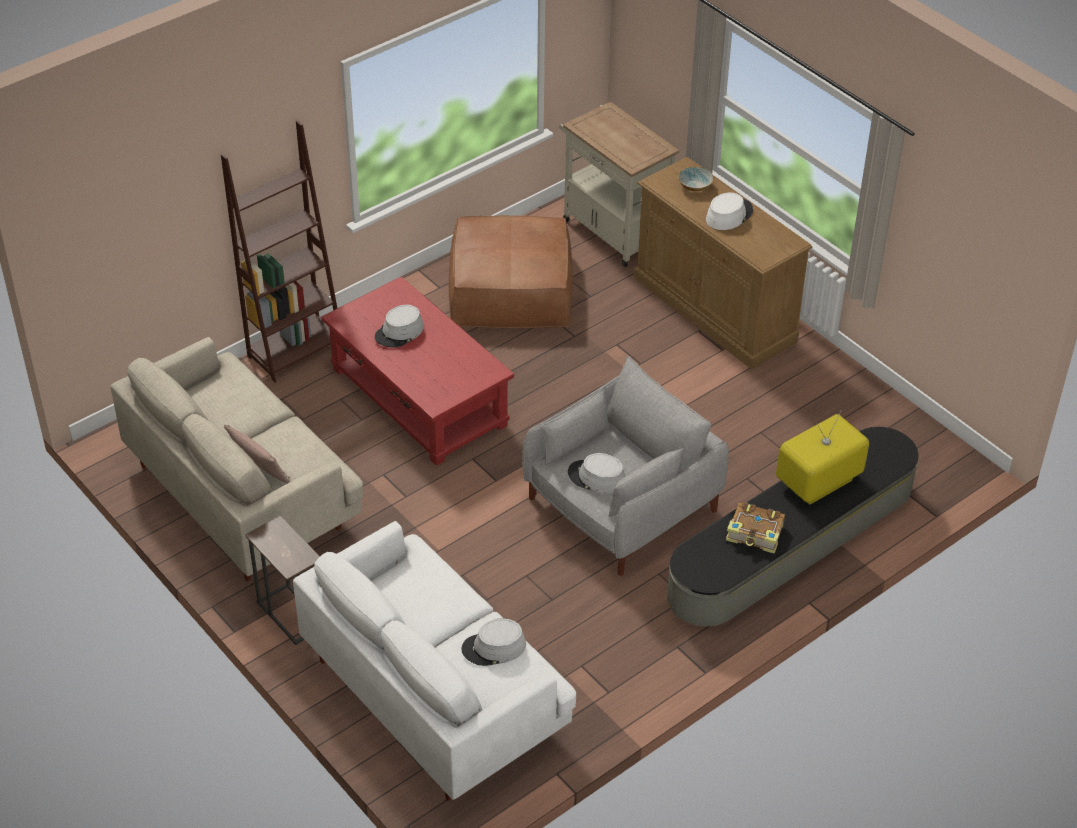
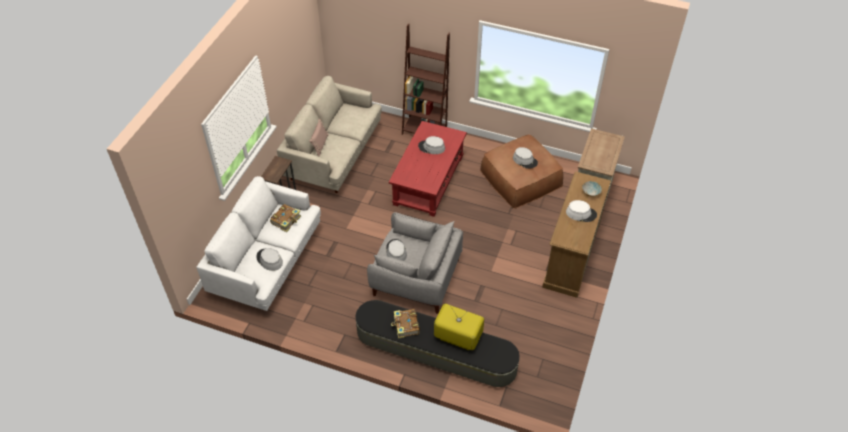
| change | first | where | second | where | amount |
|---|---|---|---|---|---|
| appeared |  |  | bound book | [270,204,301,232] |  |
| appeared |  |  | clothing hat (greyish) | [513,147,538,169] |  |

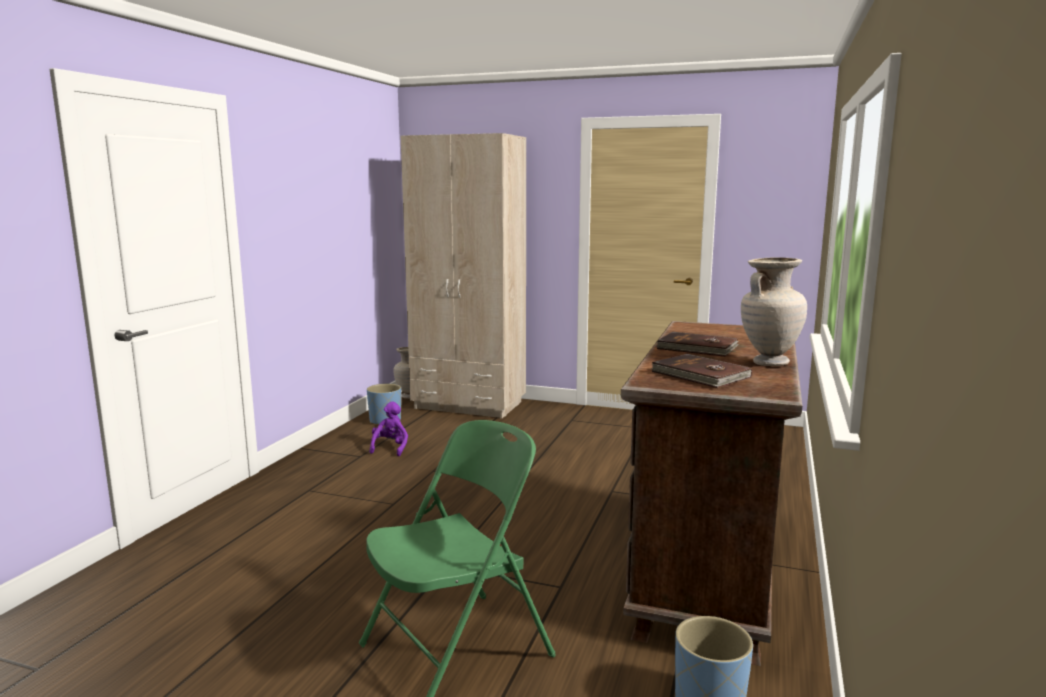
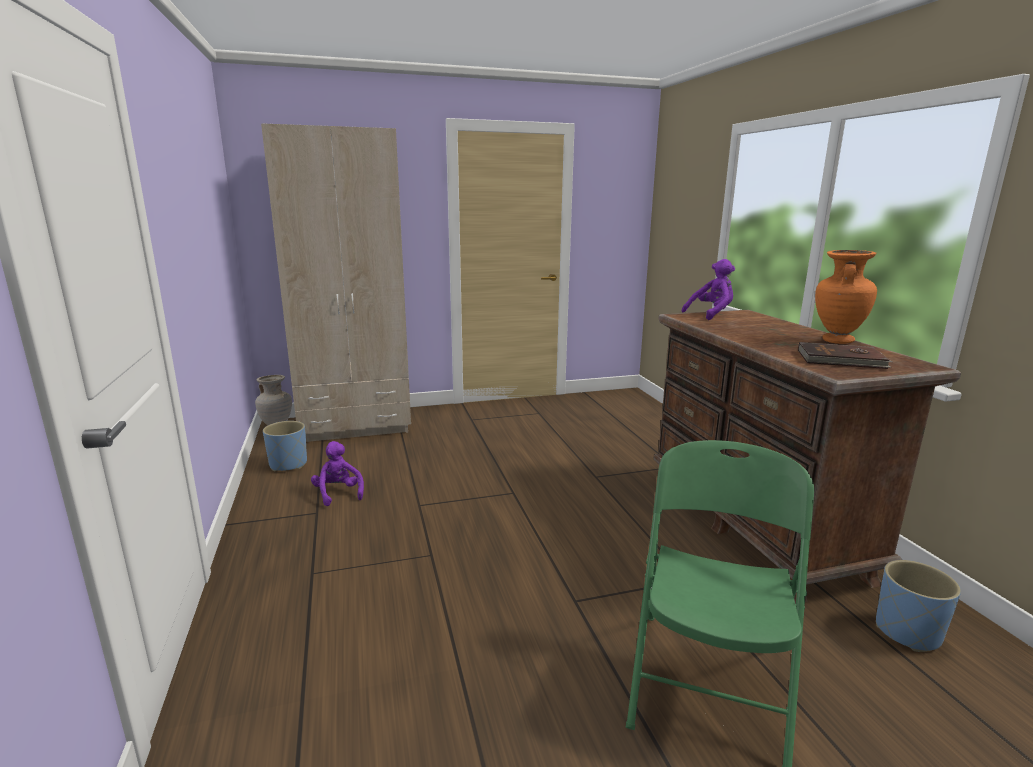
| change | first | where | second | where | amount |
|---|---|---|---|---|---|
| missing | bound book (brownish) | [656,332,739,357] |  |  |  |
| colour | flower vase (sand-coloured) | [741,257,807,366] | flower vase (orangey) | [815,250,877,344] |  |
| appeared |  |  | cuddly toy (purplish) | [682,259,735,320] |  |

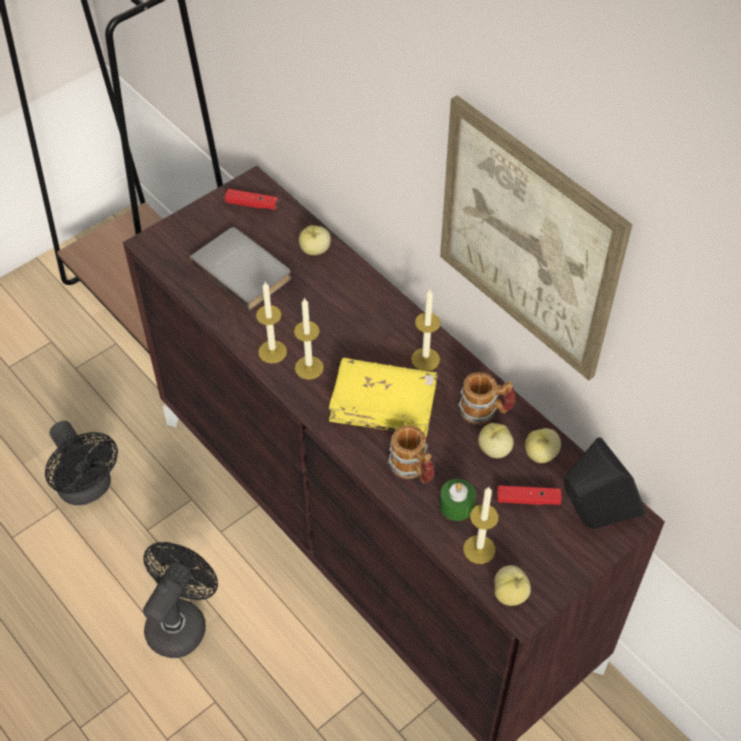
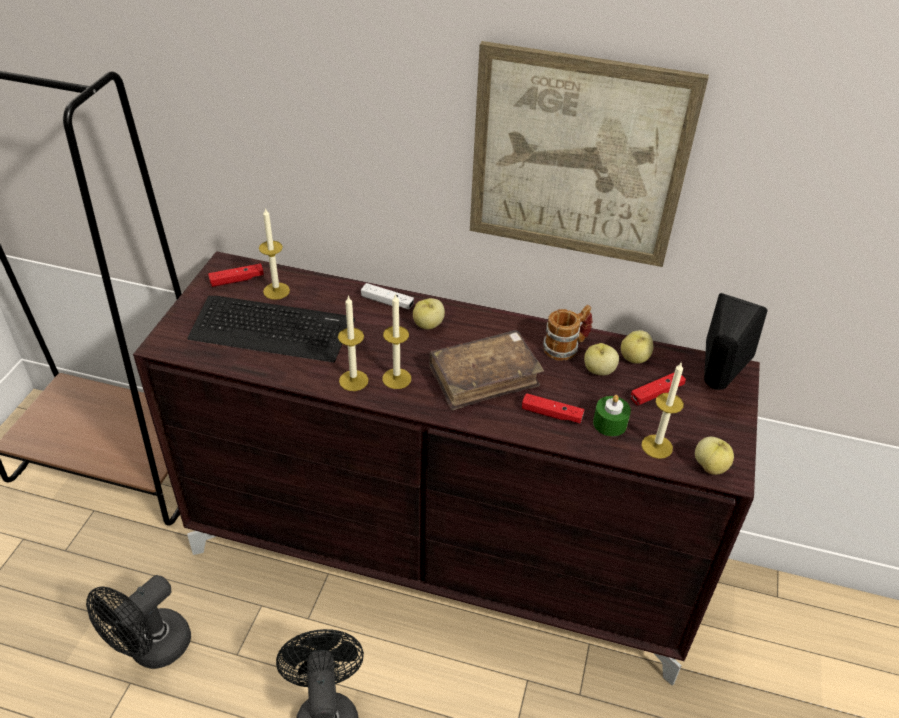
| change | first | where | second | where | amount |
|---|---|---|---|---|---|
| spun | electric fan (black) | [45,421,118,505] |  | [86,575,191,669] | 105 degrees clockwise |
| exchanged | bound book (greyish) | [190,227,291,310] | computer keyboard | [187,296,355,363] |  |
| relocated | apple fruit | [299,225,331,255] |  | [413,298,445,329] |  |
| colour | bound book (yellowish) | [329,357,438,437] | bound book (brownish) | [429,330,544,410] |  |
| exchanged | coffee mug | [388,425,434,483] | game controller (red) | [522,393,584,423] |  |
| relocated | wax candle | [411,290,441,371] |  | [259,208,290,300] |  |
| appeared |  |  | game controller (white-coloured) | [361,283,414,309] |  |

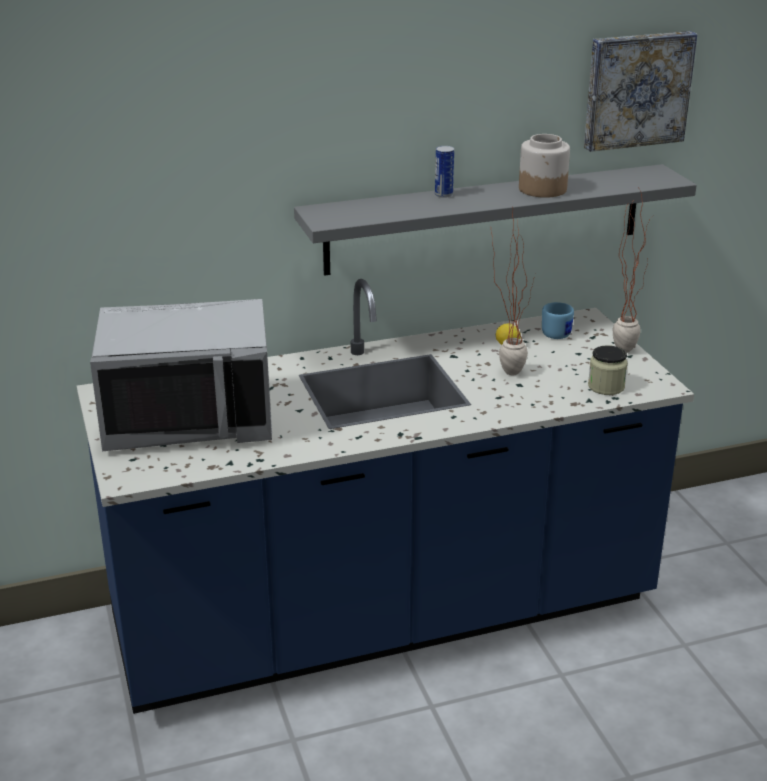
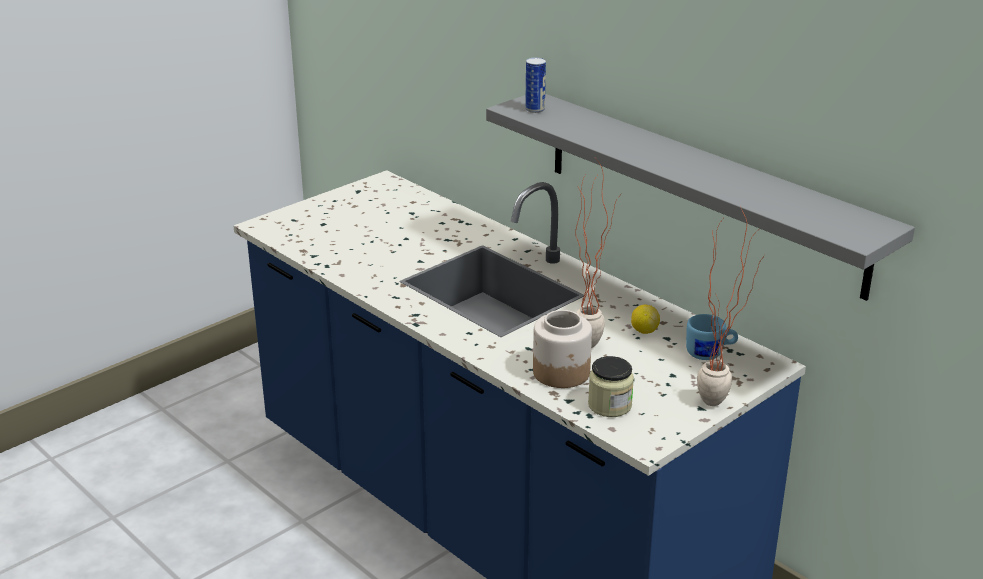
| change | first | where | second | where | amount |
|---|---|---|---|---|---|
| missing | microwave (greyish) | [90,299,272,451] |  |  |  |
| relocated | metal can | [435,146,454,198] |  | [525,57,546,113] |  |
| relocated | preserve jar | [519,134,570,198] |  | [533,310,592,388] |  |
| missing | wall picture | [584,31,697,152] |  |  |  |

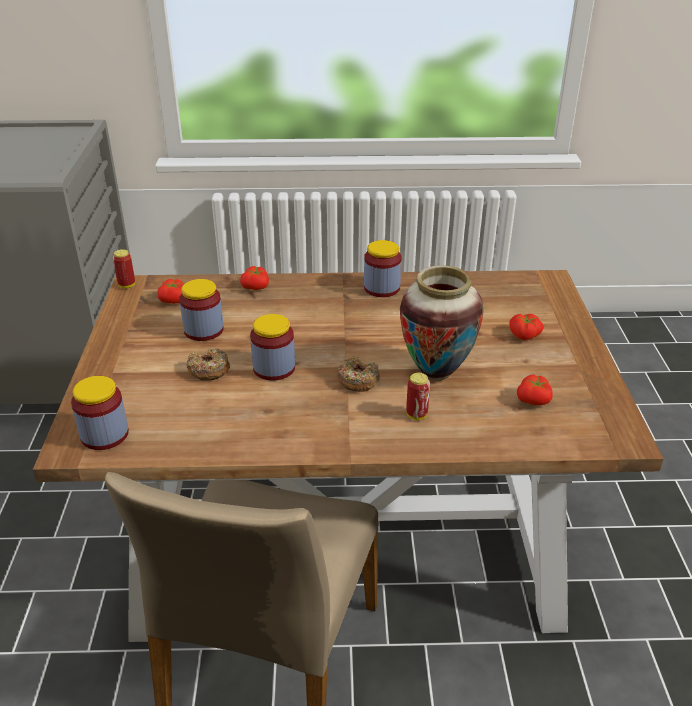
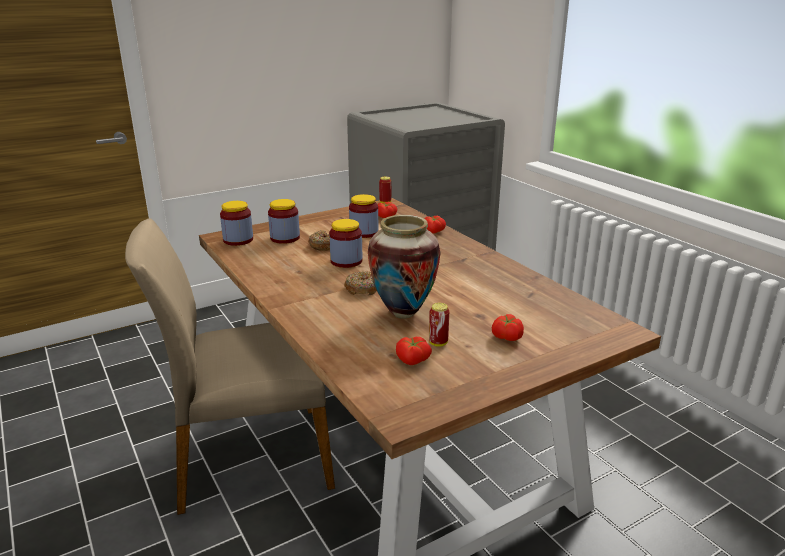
| change | first | where | second | where | amount |
|---|---|---|---|---|---|
| relocated | preserve jar | [364,240,401,297] |  | [268,199,300,244] |  |
| relocated | metal can | [406,373,430,420] |  | [429,303,449,347] |  |

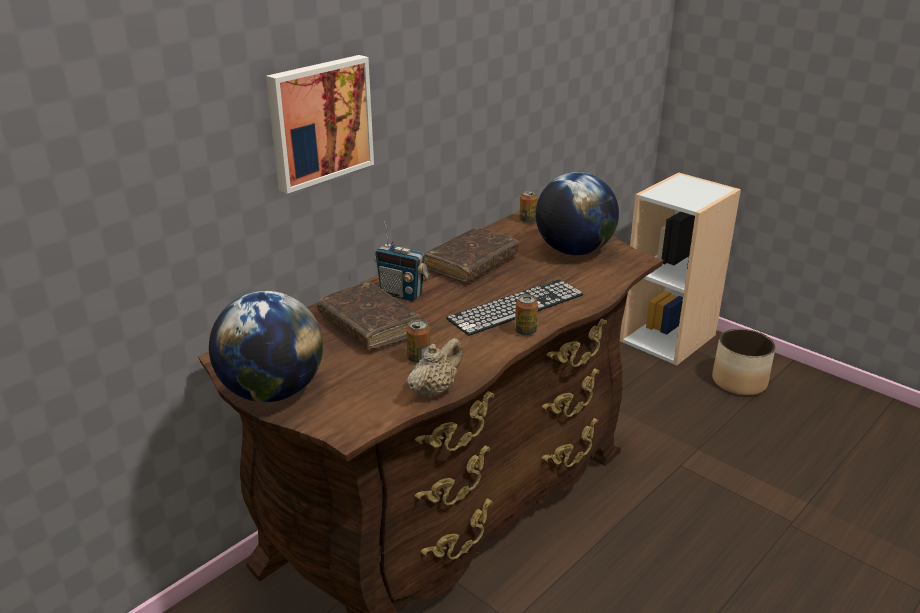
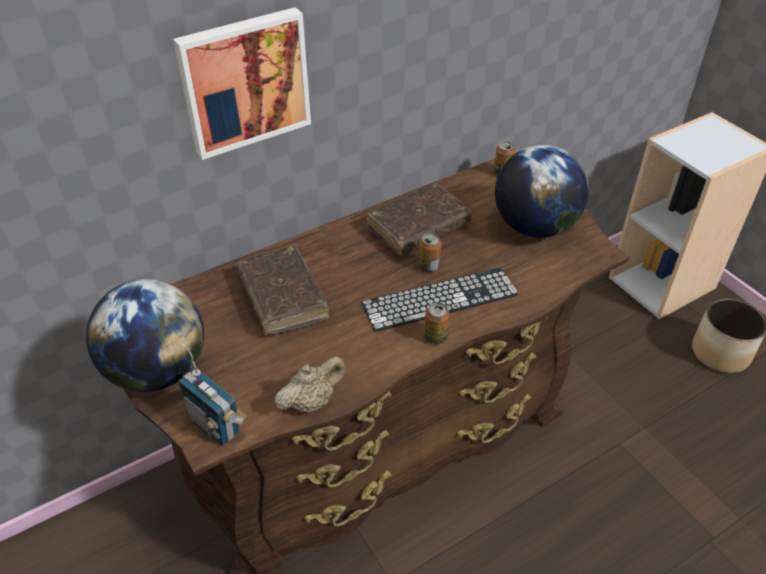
| change | first | where | second | where | amount |
|---|---|---|---|---|---|
| relocated | radio receiver | [374,221,429,301] |  | [178,348,246,446] |  |
| relocated | metal can | [406,319,430,363] |  | [418,233,441,272] |  |

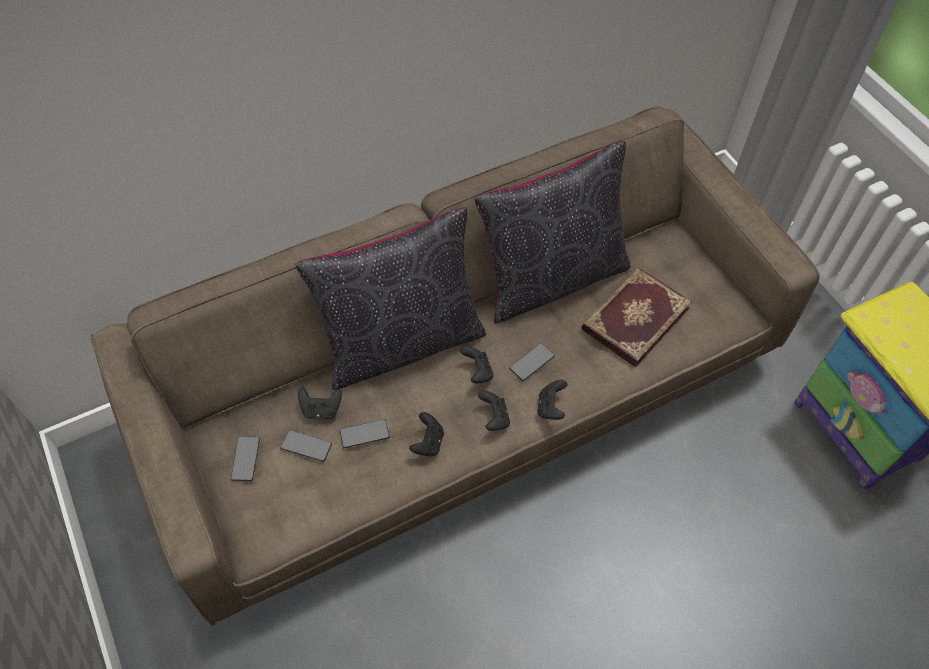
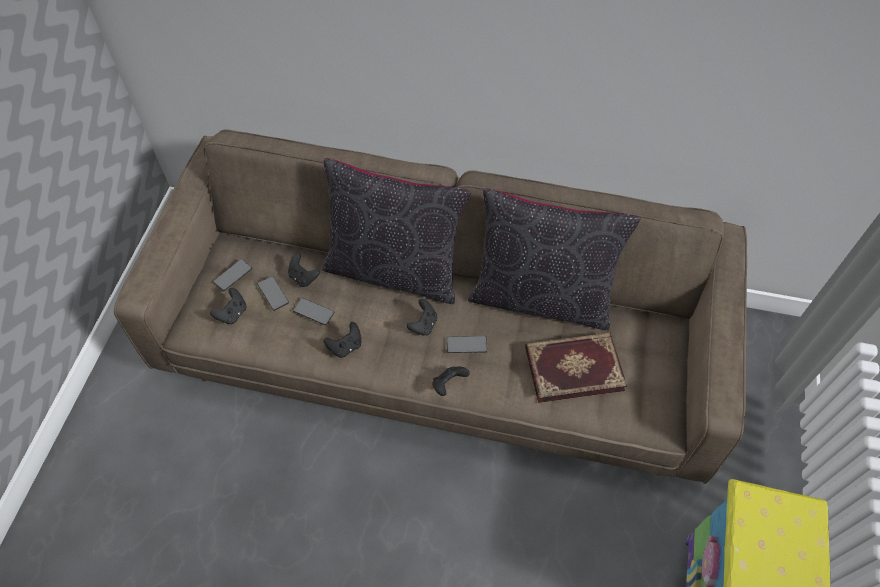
| change | first | where | second | where | amount |
|---|---|---|---|---|---|
| relocated | game controller (black) | [478,391,510,431] |  | [210,288,247,324] |  |

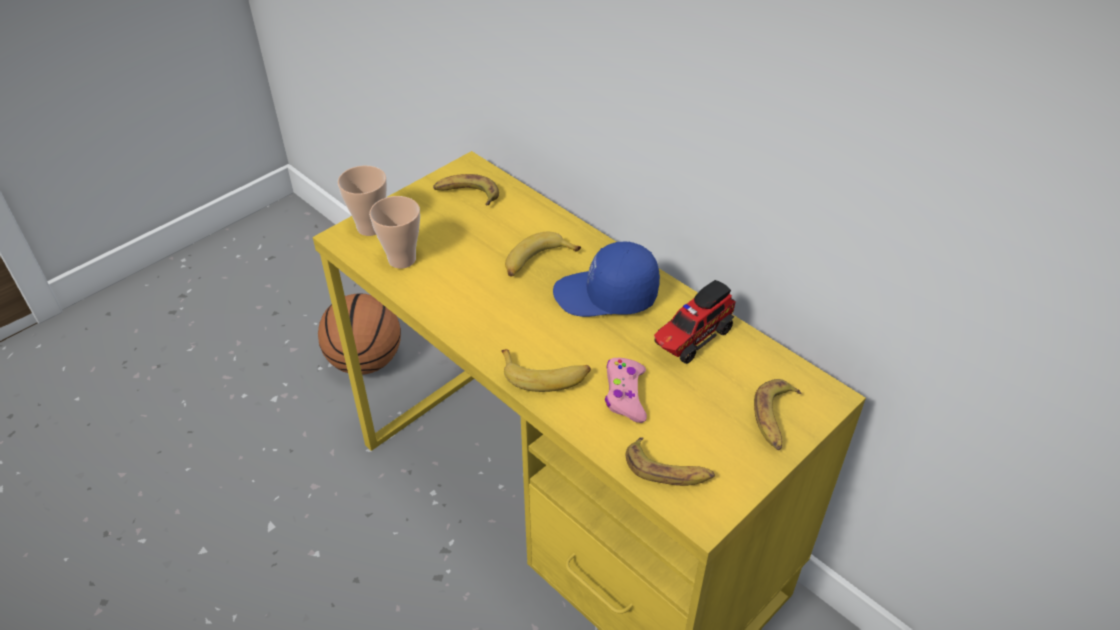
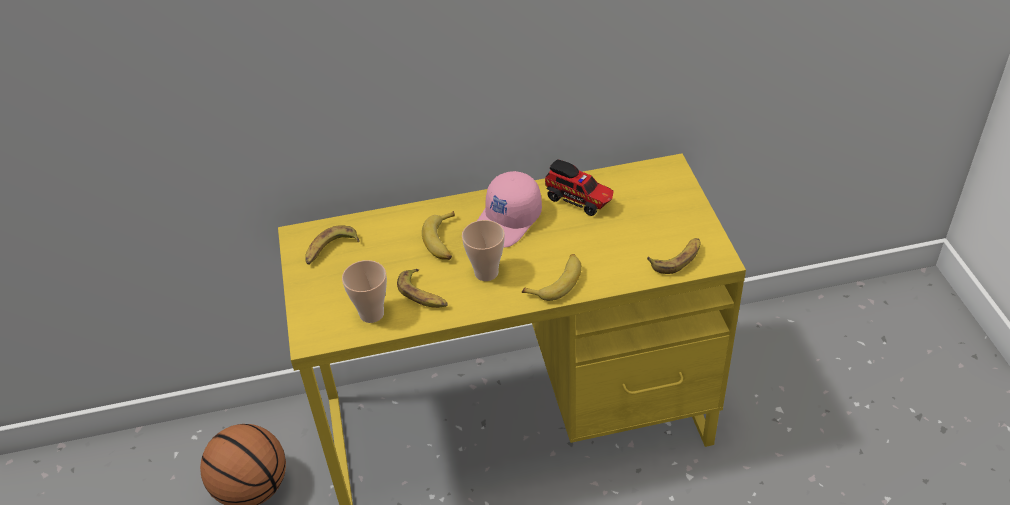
| change | first | where | second | where | amount |
|---|---|---|---|---|---|
| relocated | small cup | [338,165,387,236] |  | [462,220,505,281] |  |
| colour | baseball cap (bluish) | [553,242,660,317] | baseball cap (pinkish) | [477,171,542,248] |  |
| missing | game controller (pinkish) | [605,358,647,423] |  |  |  |
| spun | model truck | [654,280,736,364] |  | [545,159,614,216] | 45 degrees counterclockwise |
| relocated | banana | [754,379,801,450] |  | [397,269,448,308] |  |

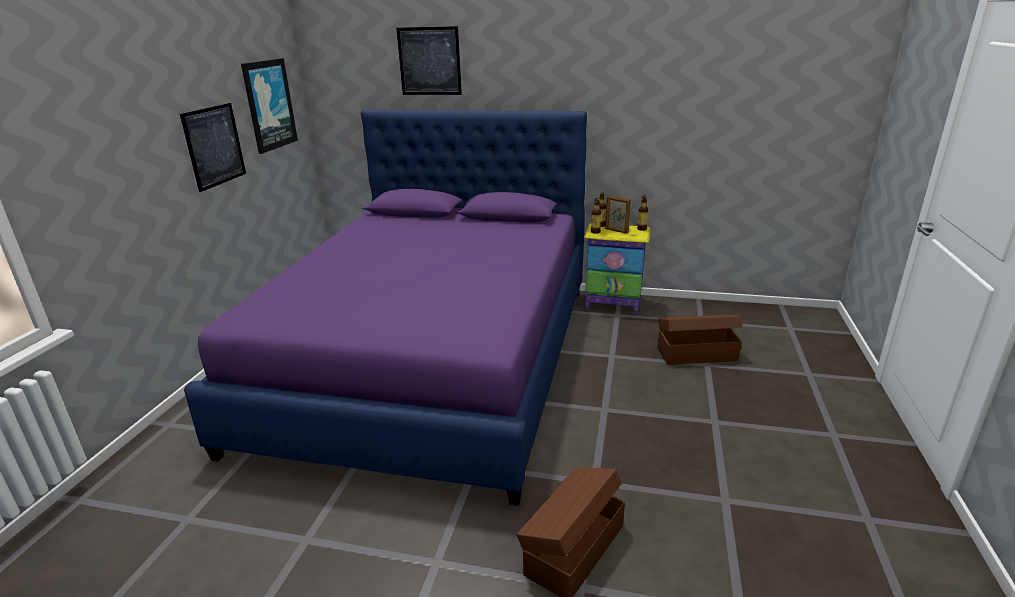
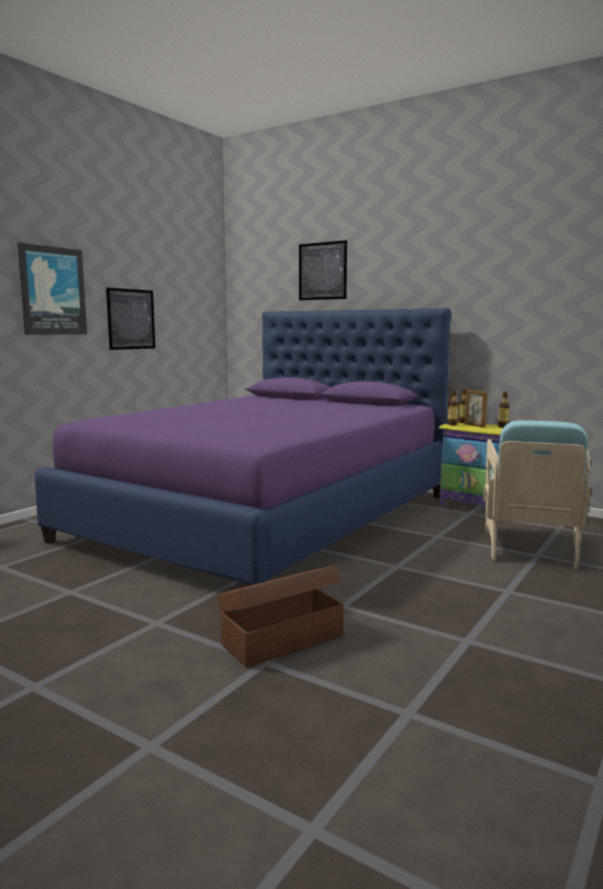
| change | first | where | second | where | amount |
|---|---|---|---|---|---|
| relocated | wall picture | [241,58,298,154] |  | [18,243,87,335] |  |
| exchanged | storage container (brownish) | [658,315,742,365] | easy chair (turquoise-coloured) | [483,420,591,569] |  |

